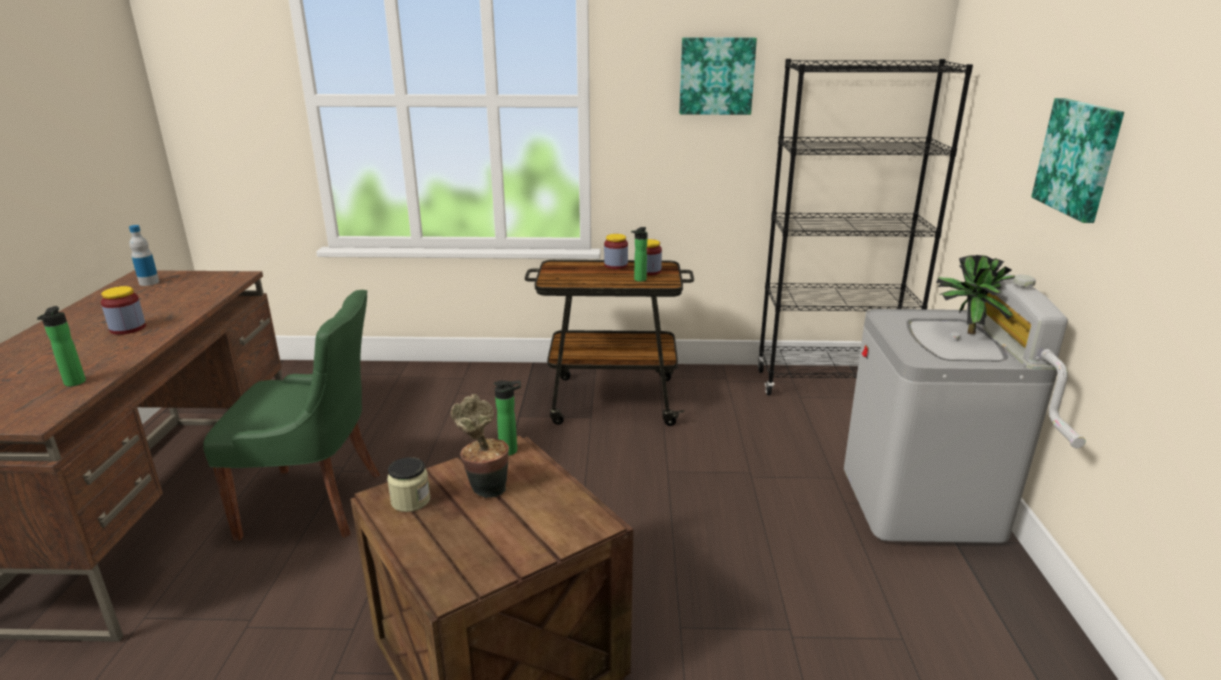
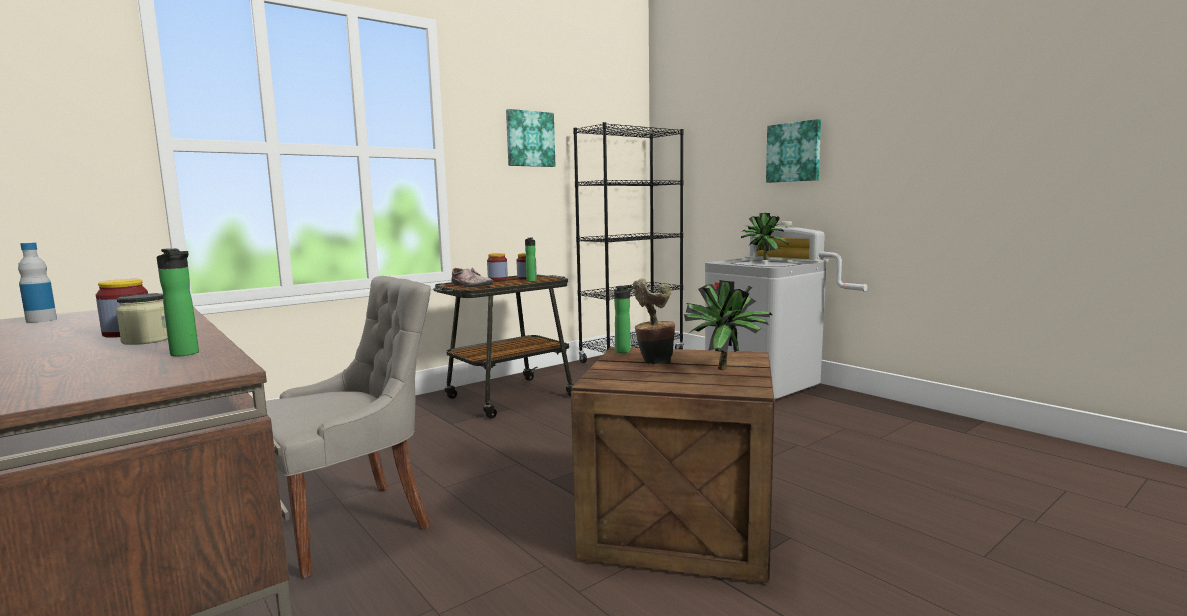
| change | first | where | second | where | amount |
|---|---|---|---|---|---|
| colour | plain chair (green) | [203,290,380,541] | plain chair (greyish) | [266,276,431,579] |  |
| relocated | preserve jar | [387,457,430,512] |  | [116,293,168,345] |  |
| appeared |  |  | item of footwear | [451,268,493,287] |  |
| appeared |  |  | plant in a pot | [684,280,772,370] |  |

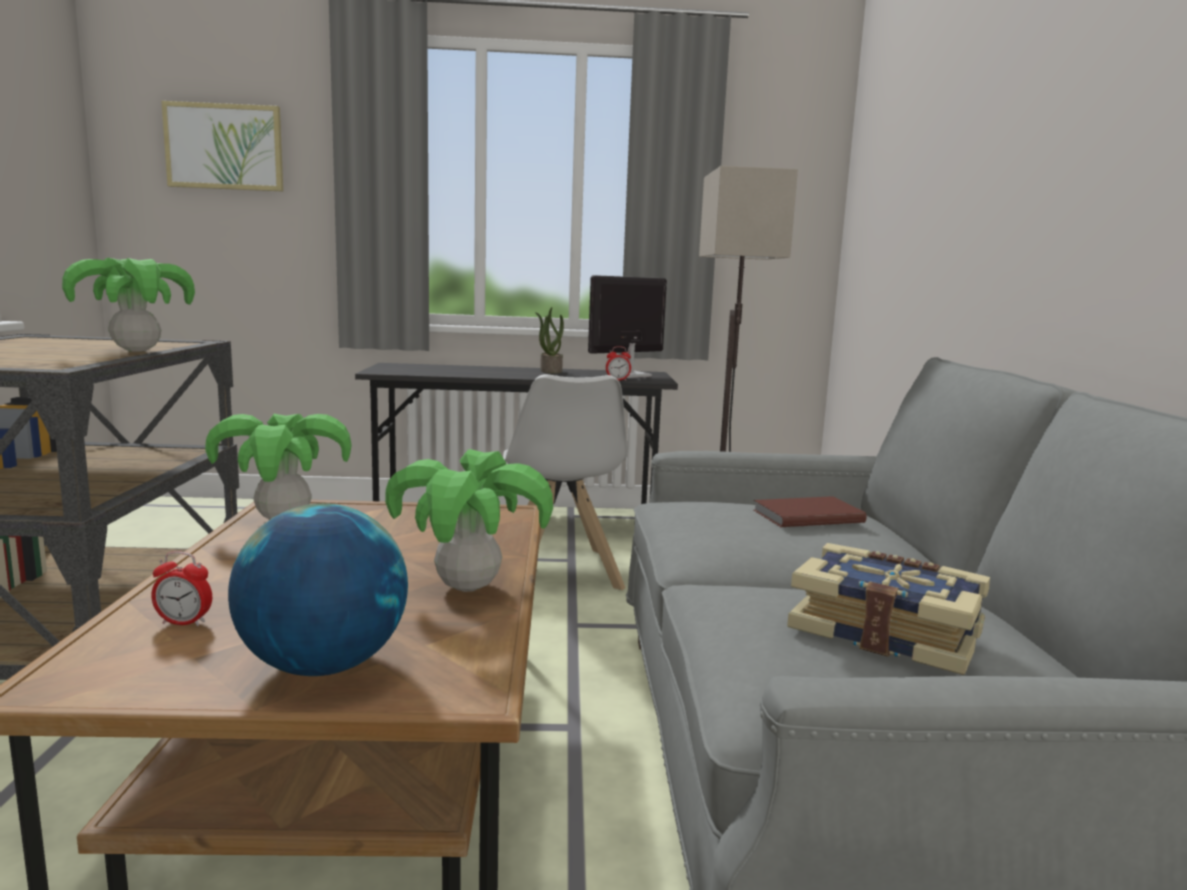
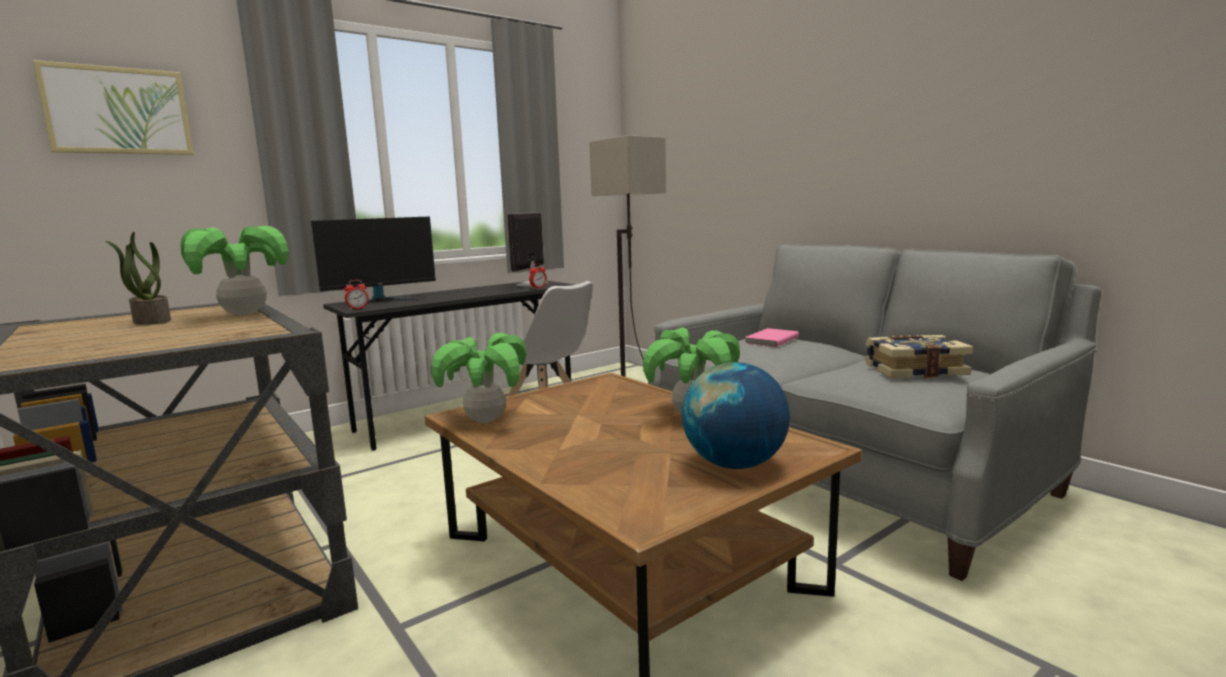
| change | first | where | second | where | amount |
|---|---|---|---|---|---|
| relocated | table clock | [151,551,212,626] |  | [344,280,369,310] |  |
| relocated | plant in a pot | [535,307,564,373] |  | [106,232,171,325] |  |
| colour | bound book (brownish) | [754,496,867,527] | bound book (pinkish) | [744,328,799,347] |  |
| appeared |  |  | computer display | [311,216,436,304] |  |

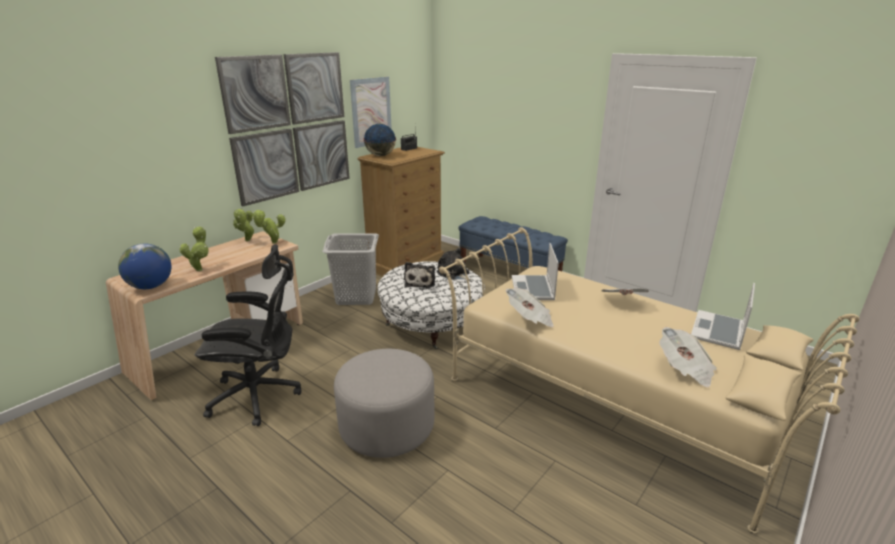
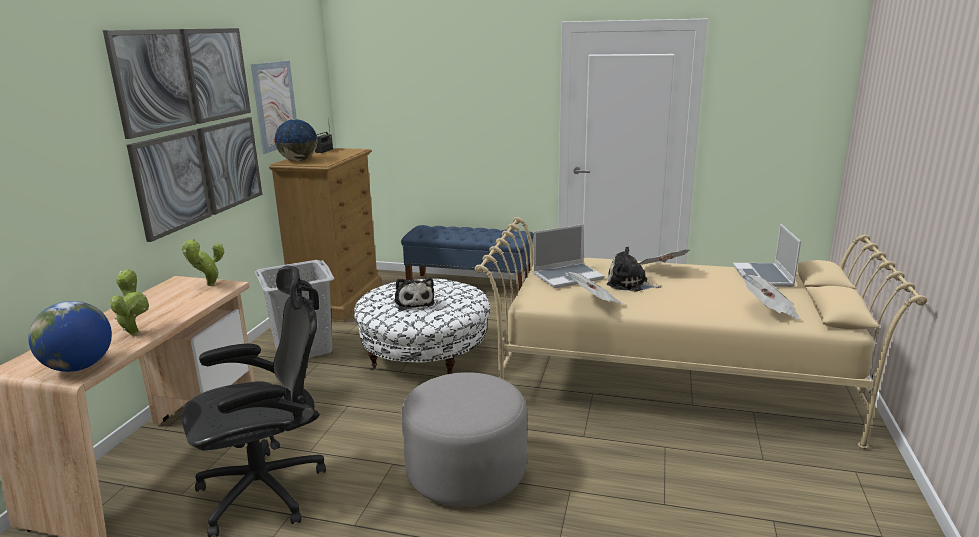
| change | first | where | second | where | amount |
|---|---|---|---|---|---|
| missing | plant in a pot | [233,208,255,241] |  |  |  |
| relocated | cuddly toy | [437,248,471,280] |  | [607,247,662,292] |  |
| spun | laptop | [512,243,559,300] |  | [533,224,604,288] | 90 degrees counterclockwise |

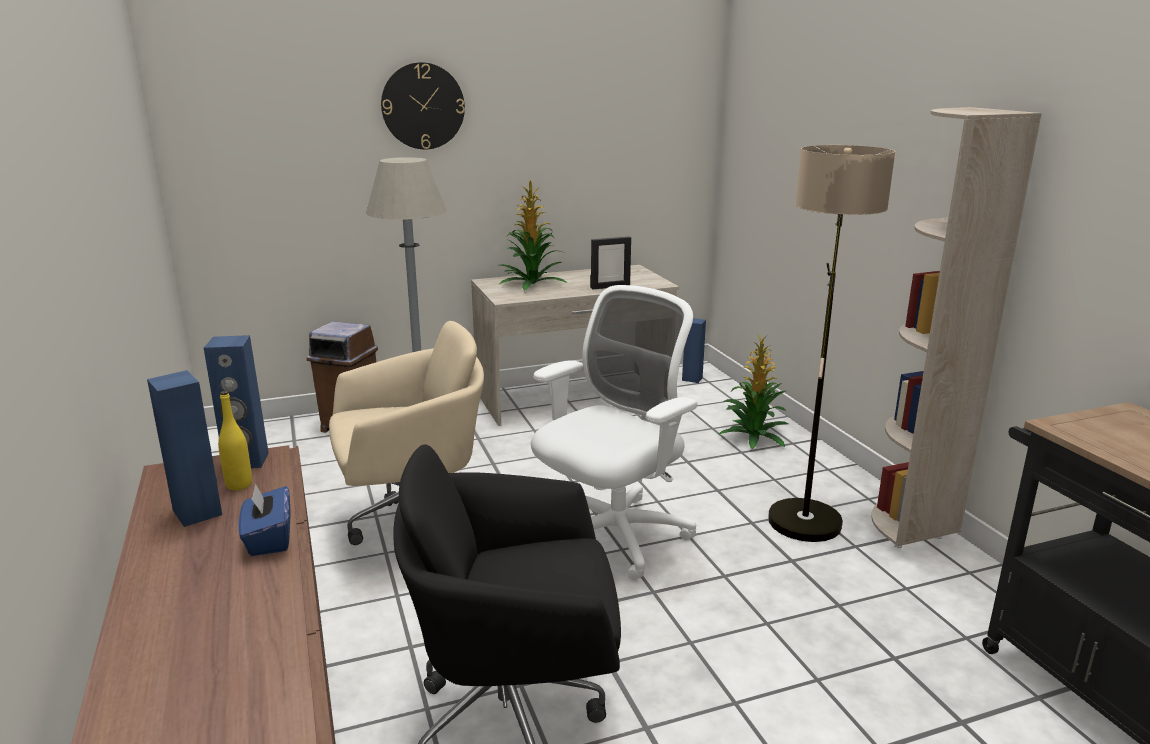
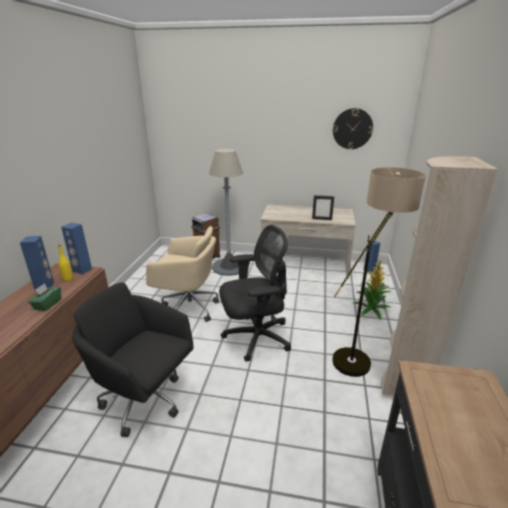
| change | first | where | second | where | amount |
|---|---|---|---|---|---|
| colour | box of tissues (bluish) | [239,483,290,556] | box of tissues (green) | [28,283,61,311] |  |
| relocated | clock on the wall | [381,62,465,149] |  | [333,108,373,149] |  |
| missing | plant in a pot | [499,179,567,291] |  |  |  |
| colour | desk chair (white-coloured) | [531,285,697,580] | desk chair (black) | [219,225,291,362] |  |

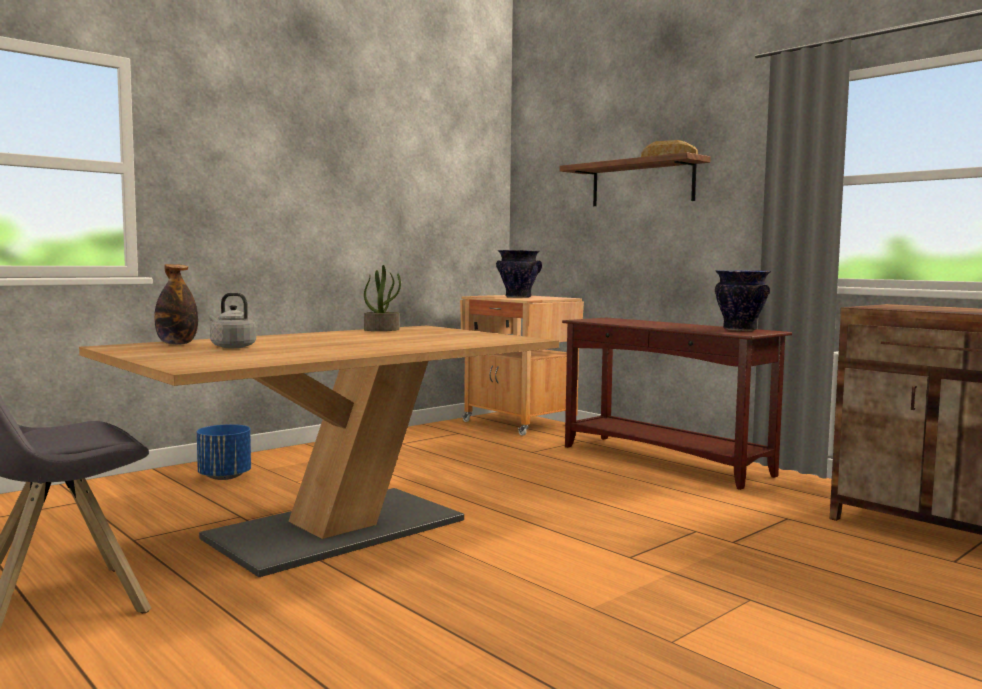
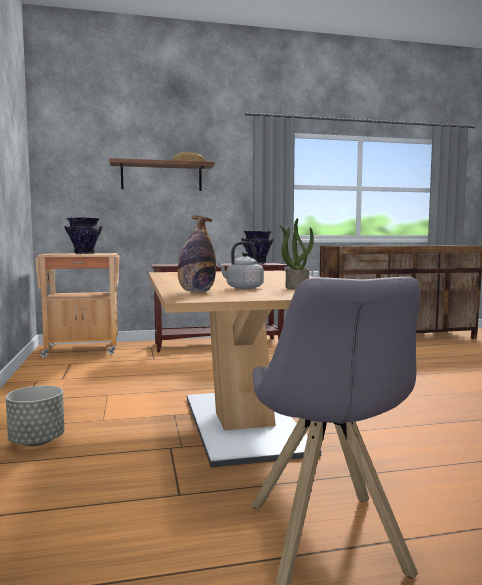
| change | first | where | second | where | amount |
|---|---|---|---|---|---|
| colour | flower pot (bluish) | [197,424,251,480] | flower pot (greyish) | [6,385,65,446] |  |
| relocated | plant in a pot | [364,265,401,331] |  | [279,218,314,289] |  |

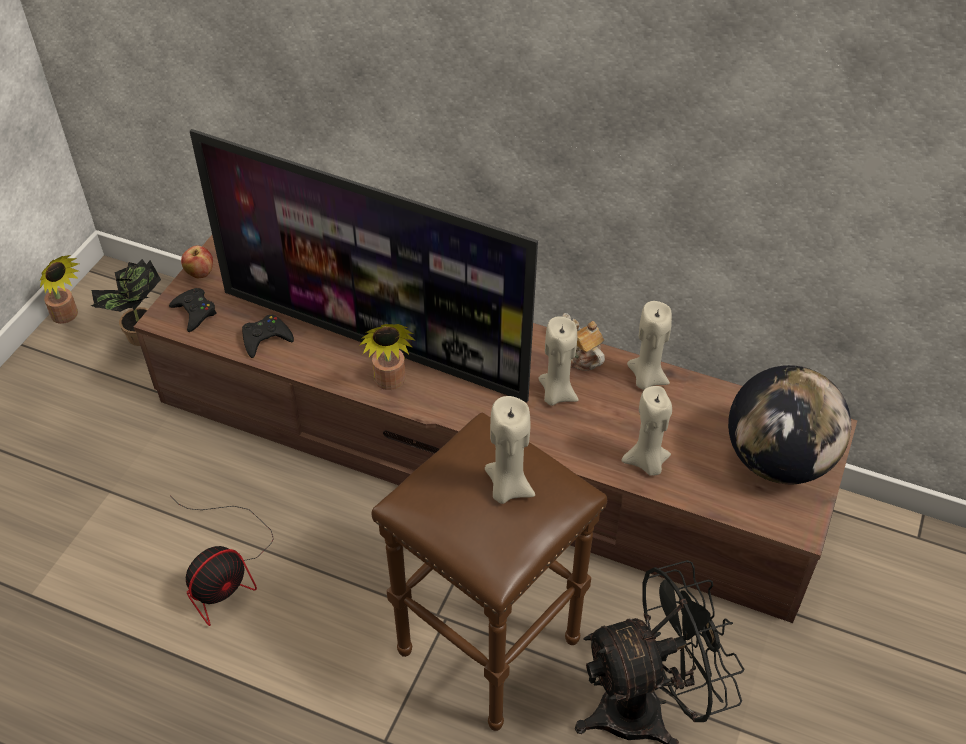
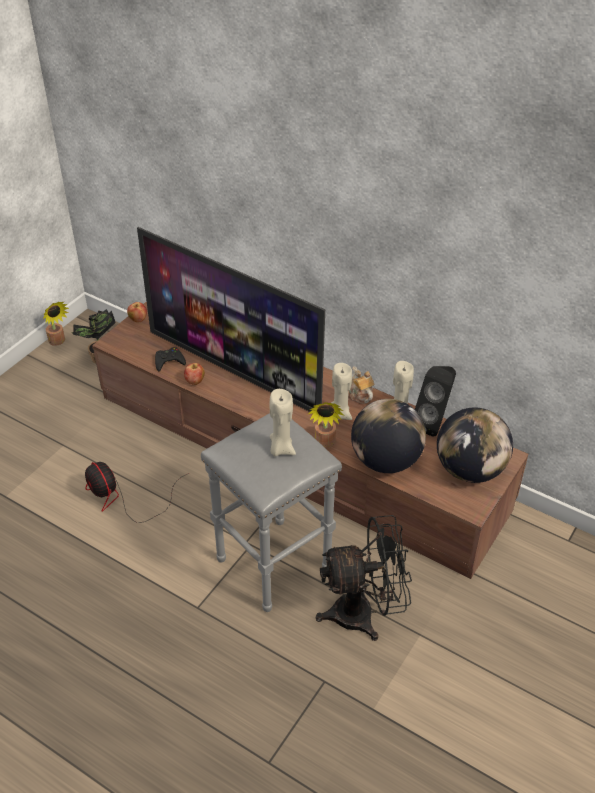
| change | first | where | second | where | amount |
|---|---|---|---|---|---|
| missing | game controller (black) | [169,288,217,332] |  |  |  |
| spun | electric fan | [170,496,274,626] |  | [85,462,189,523] | 90 degrees clockwise |
| relocated | plant in a pot | [359,324,416,390] |  | [309,402,344,448] |  |
| colour | sitting stool (brownish) | [371,413,607,731] | sitting stool (greyish) | [201,413,342,612] |  |
| exchanged | wax candle (sand-coloured) | [622,386,672,476] | world globe | [351,399,426,473] |  |
| appeared |  |  | apple fruit | [184,363,205,385] |  |
| appeared |  |  | speaker (black) | [415,366,456,437] |  |

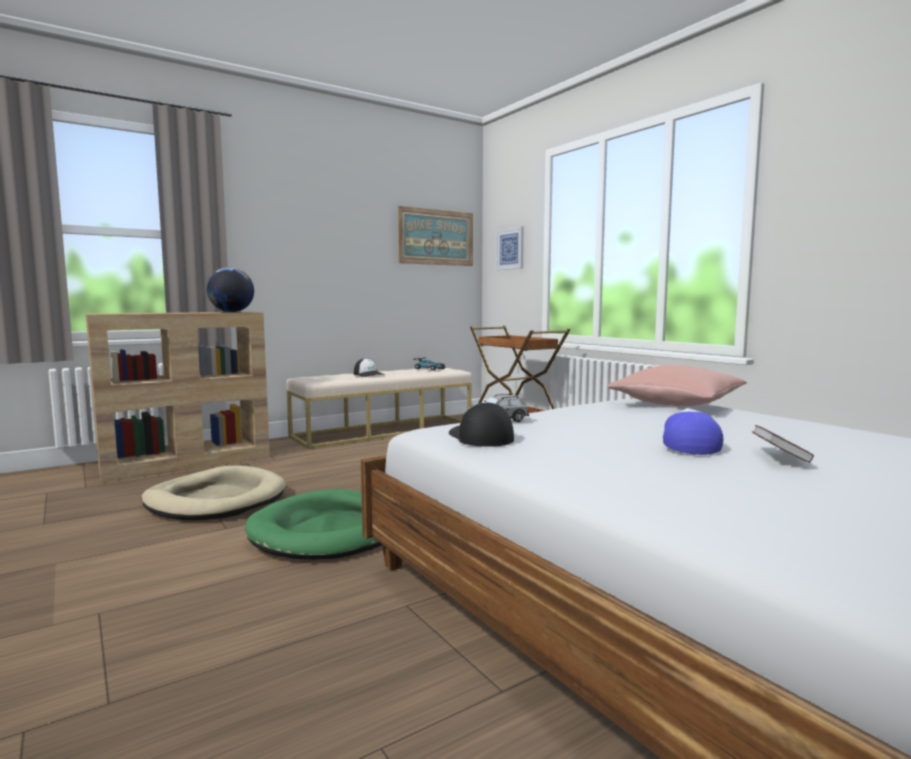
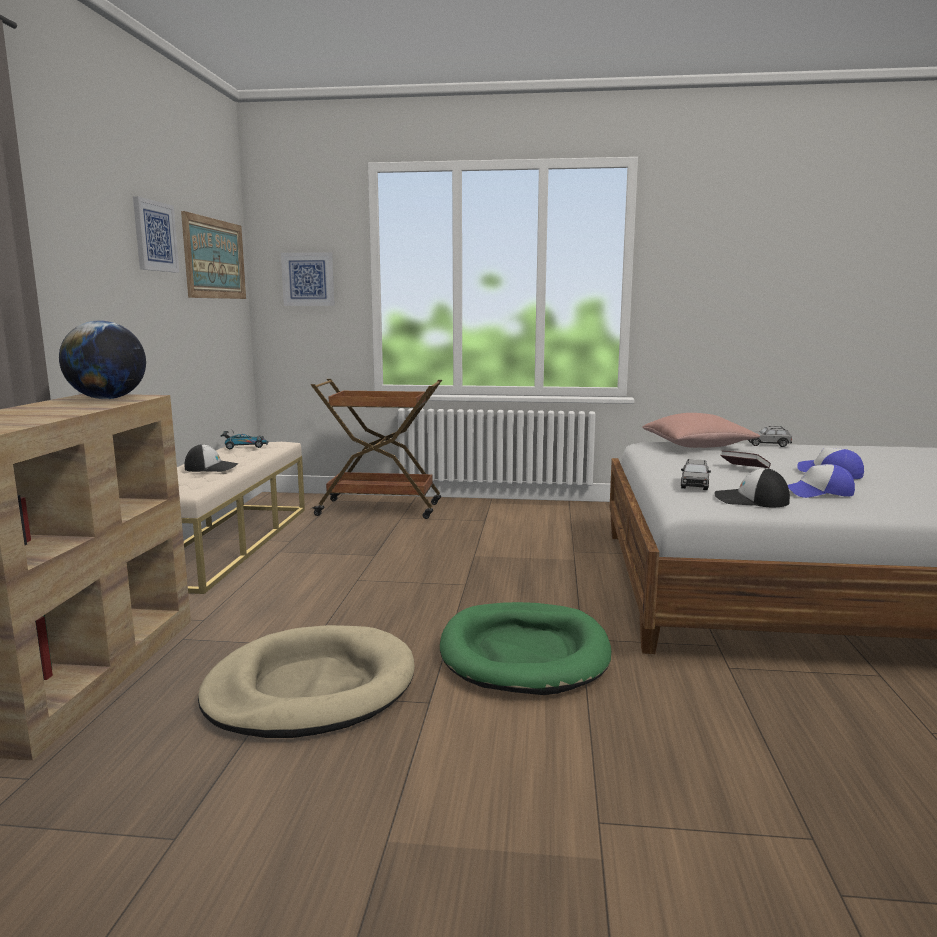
| change | first | where | second | where | amount |
|---|---|---|---|---|---|
| relocated | bound book | [752,425,814,463] |  | [721,451,771,468] |  |
| appeared |  |  | wall picture | [133,196,179,272] |  |
| appeared |  |  | model car (greyish) | [748,426,792,447] |  |
| appeared |  |  | baseball cap | [788,464,855,498] |  |

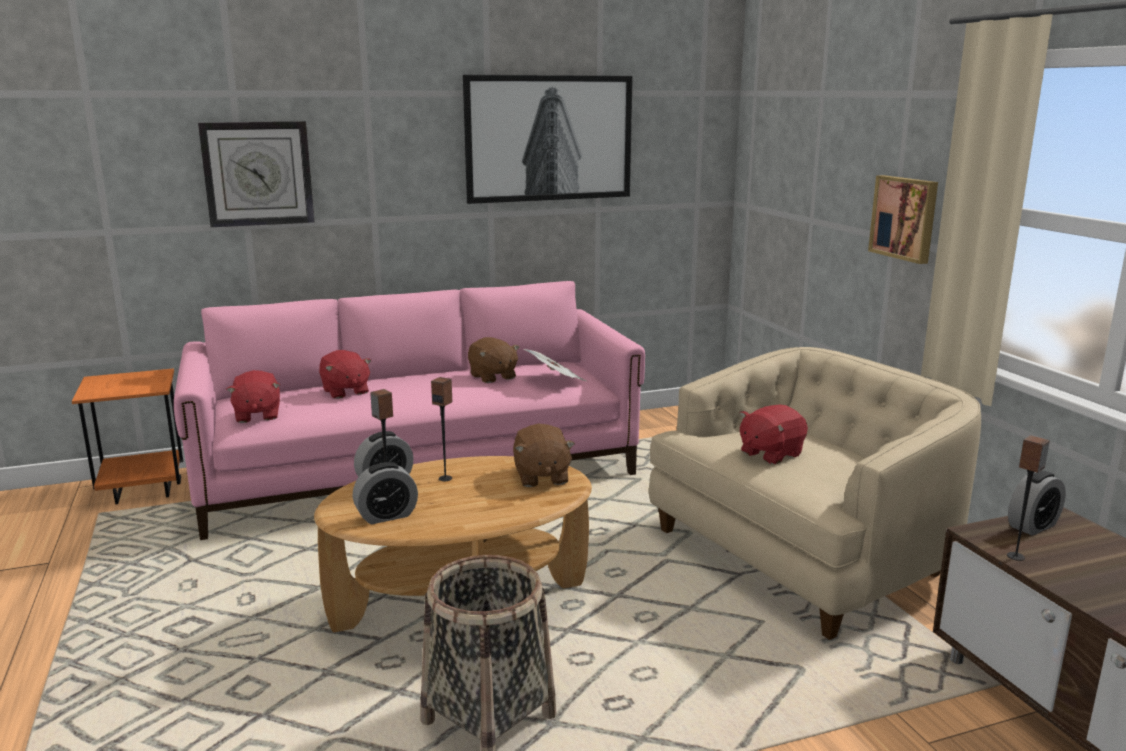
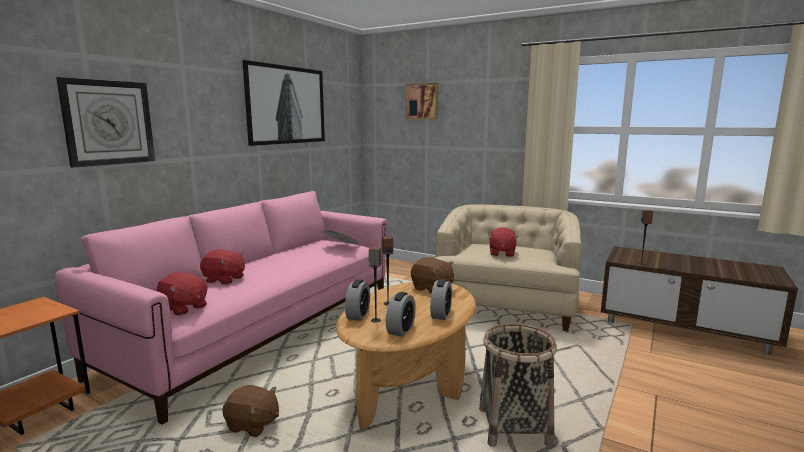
| change | first | where | second | where | amount |
|---|---|---|---|---|---|
| relocated | cuddly toy (brownish) | [468,337,519,383] |  | [222,385,279,437] |  |
| relocated | wall picture | [868,175,938,264] |  | [406,83,439,119] |  |
| relocated | table clock | [1008,471,1066,536] |  | [430,279,452,320] |  |

